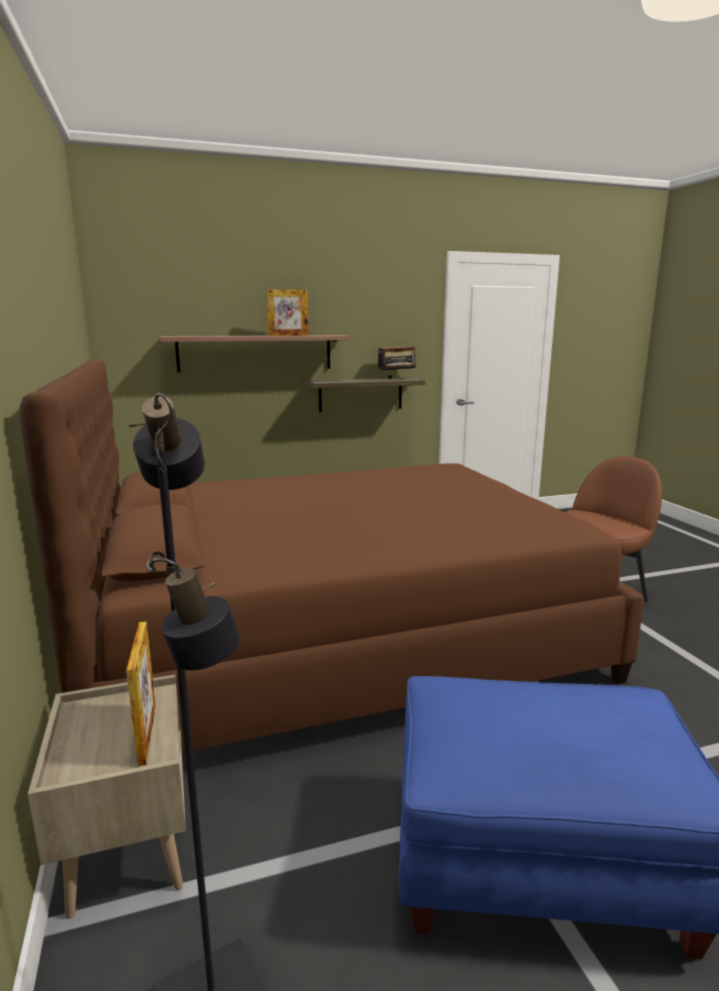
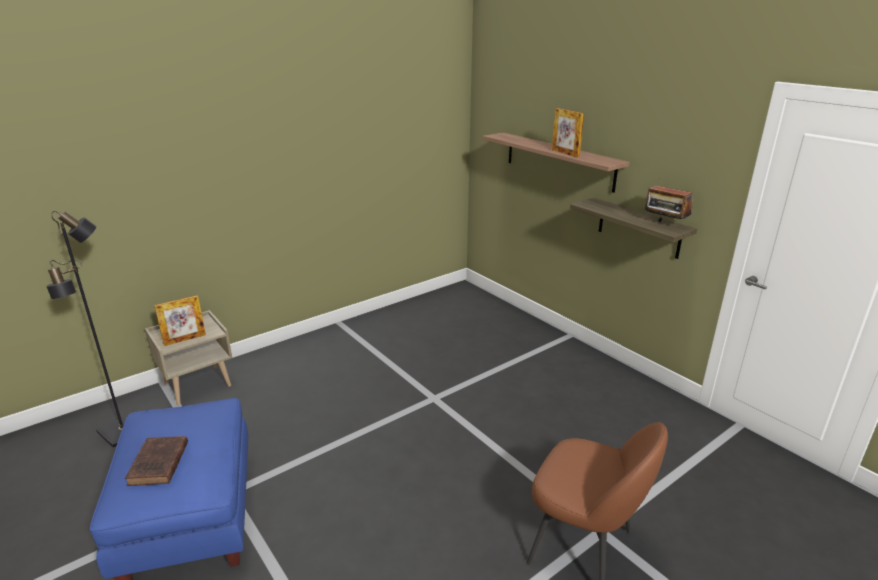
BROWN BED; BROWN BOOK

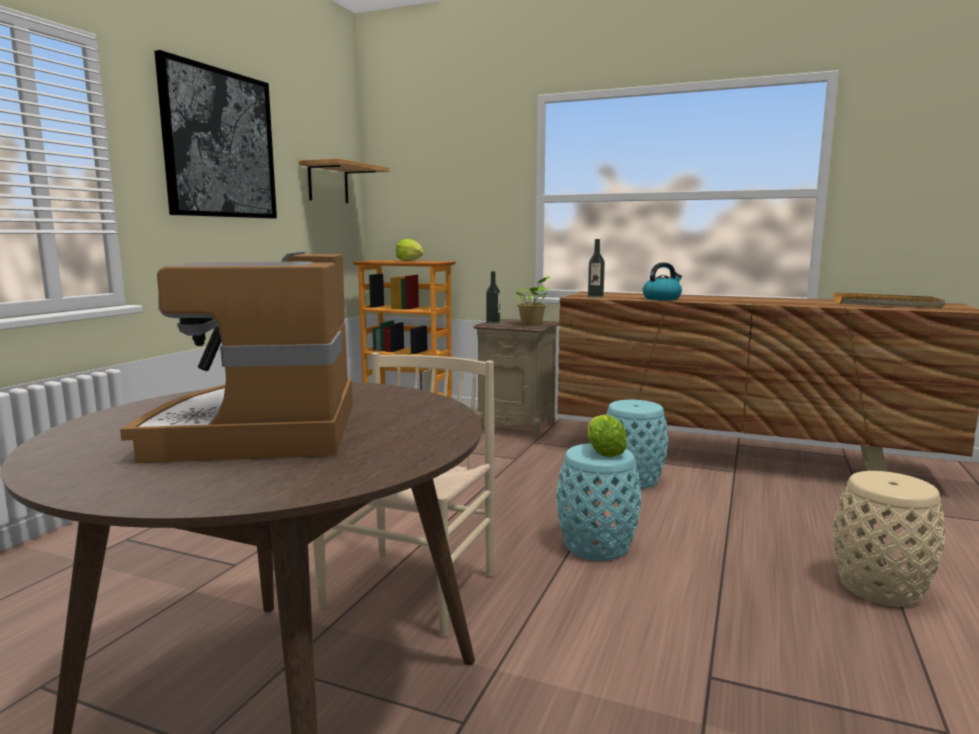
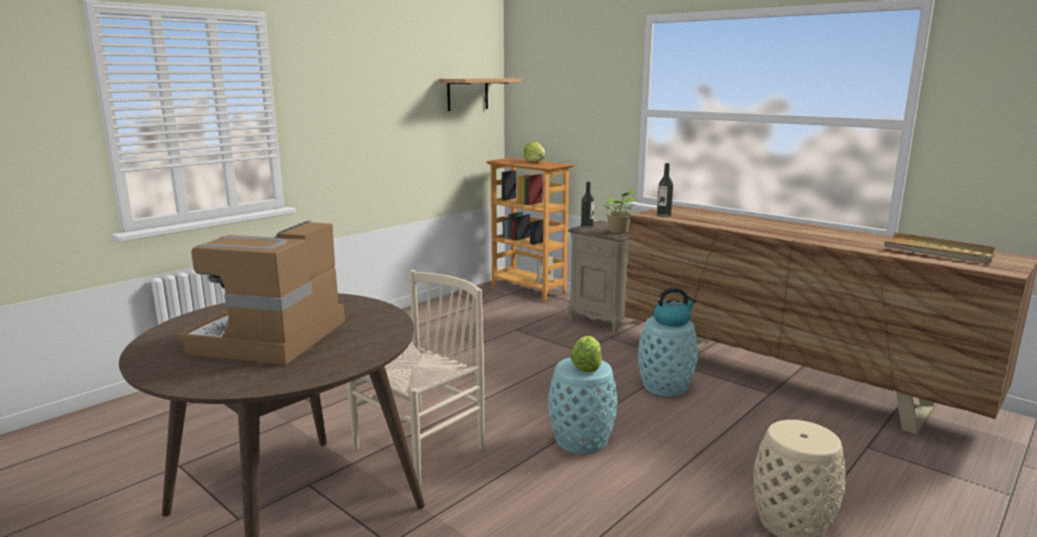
PICTURE; KETTLE

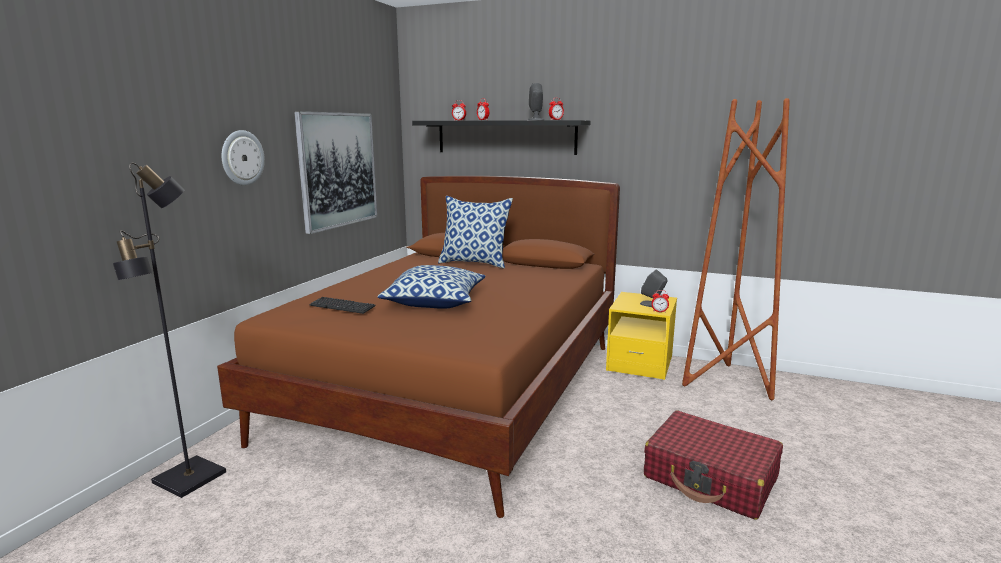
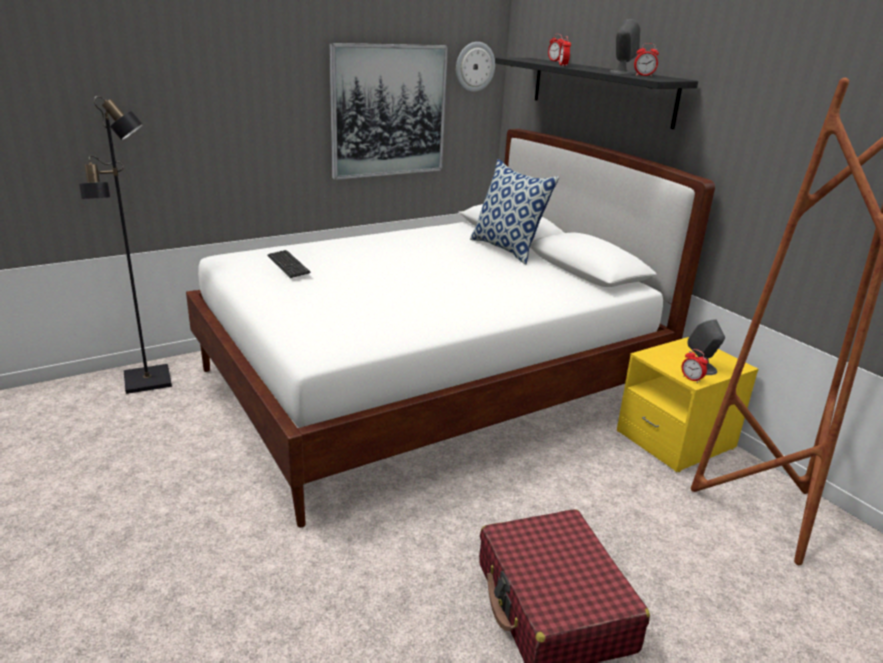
WALL CLOCK; WHITE BED; PILLOW (no. 1 from left in the first image)

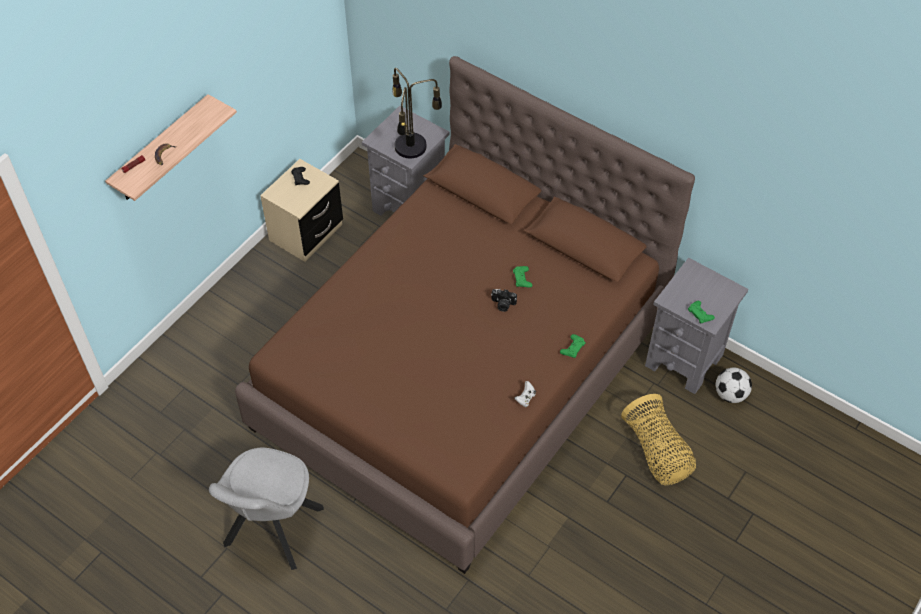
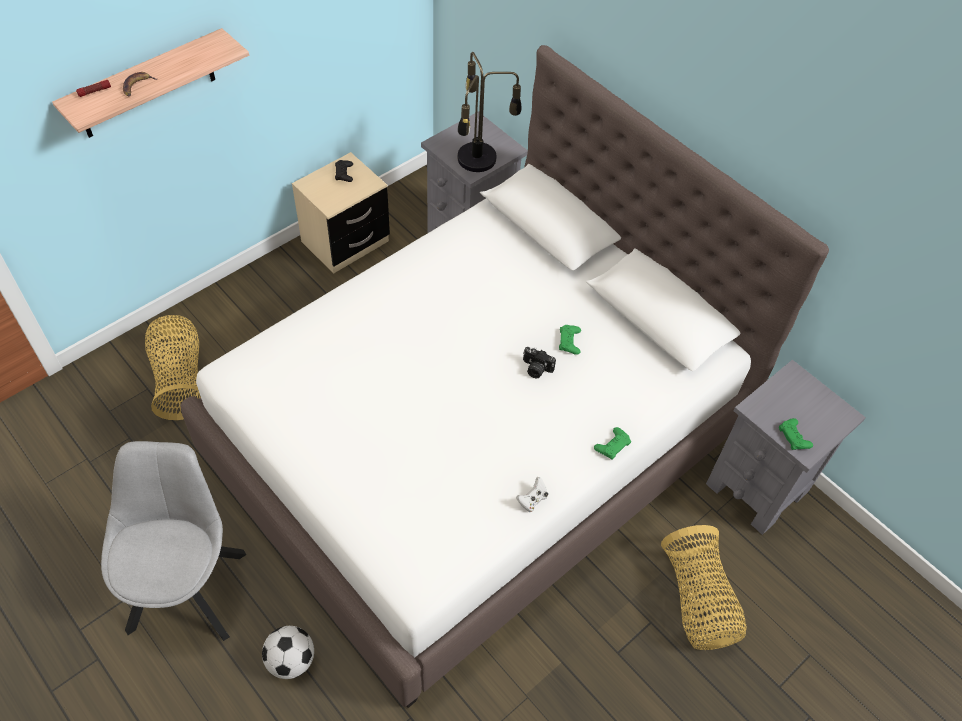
WHITE BED; FOOTBALL; GREY CHAIR; BASKET (no. 1 from left)

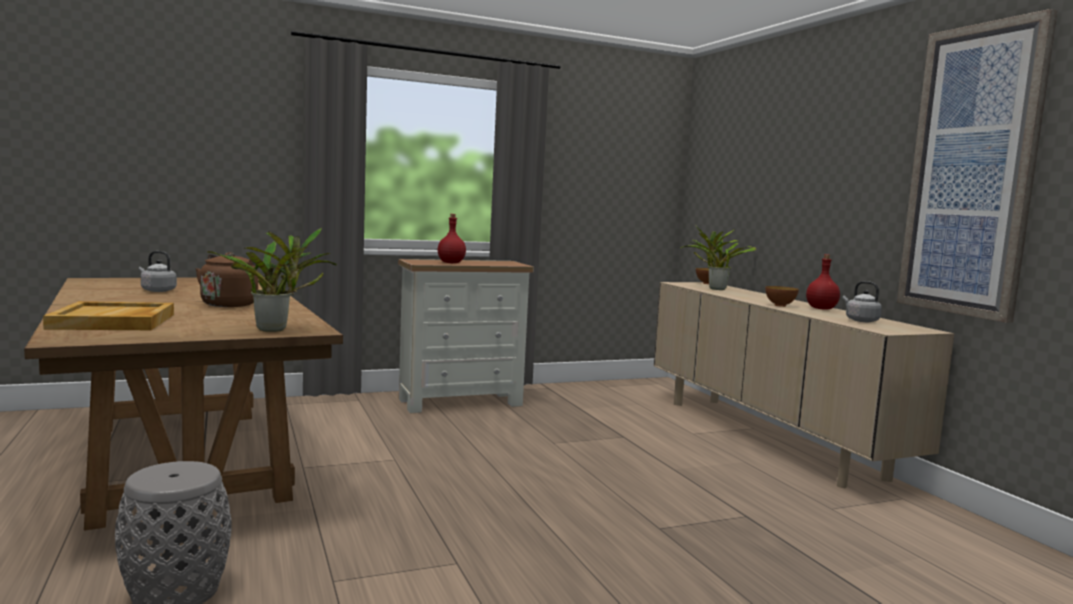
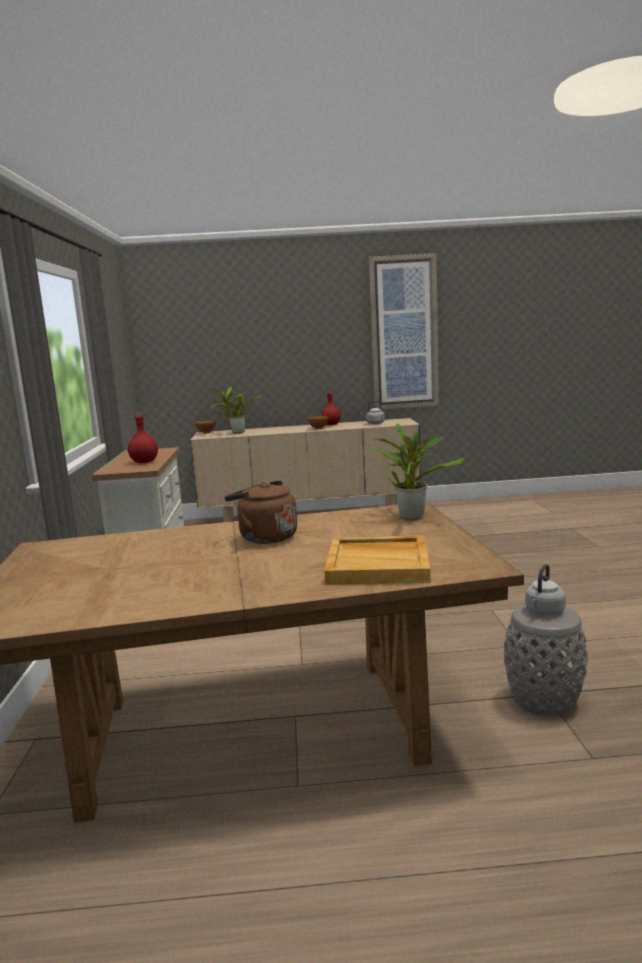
GREY KETTLE (no. 2 from left)

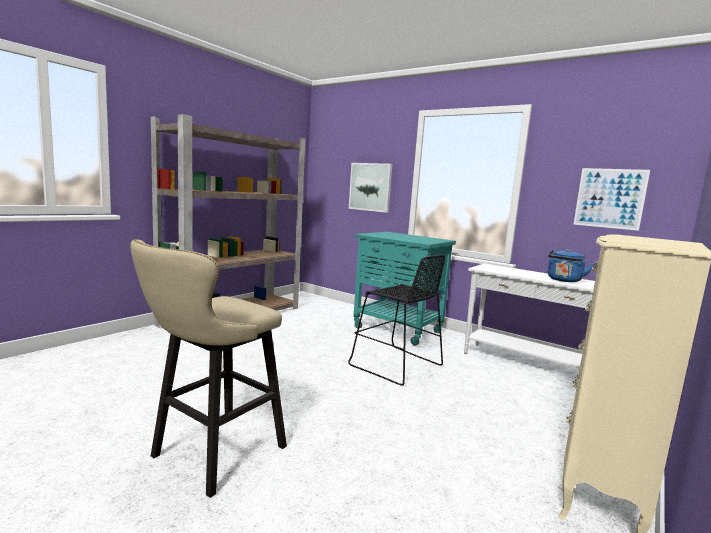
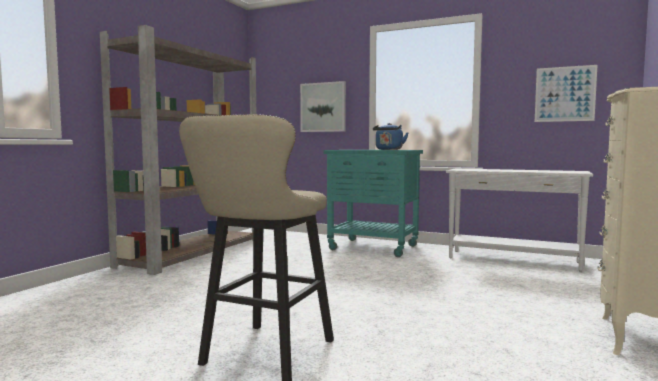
BLUE KETTLE; BLACK STOOL

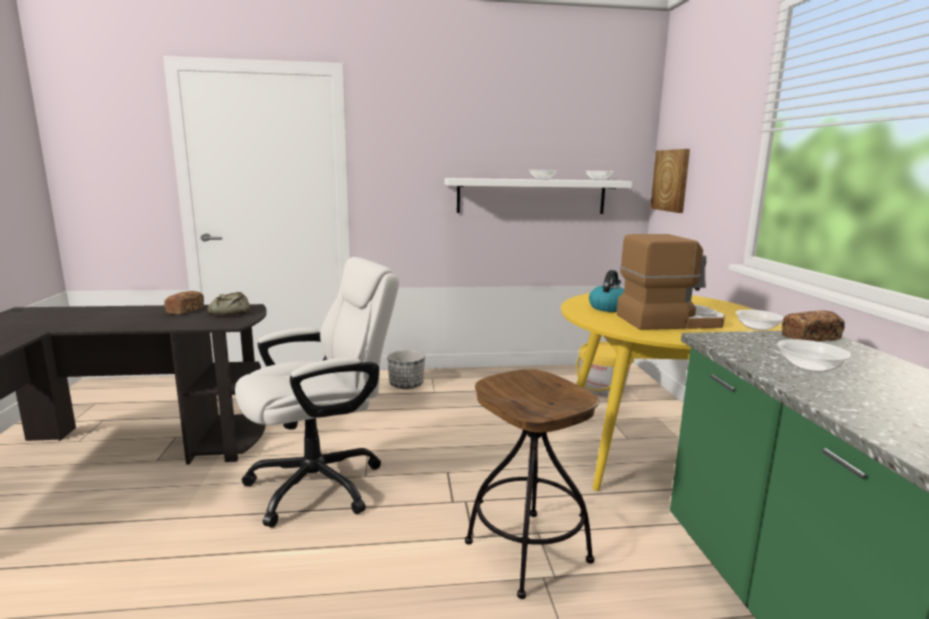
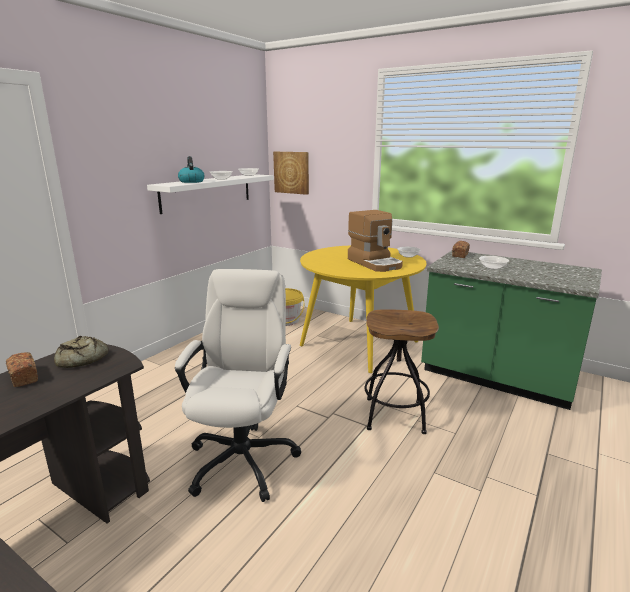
COFFEE MACHINE; KETTLE; PLANTER

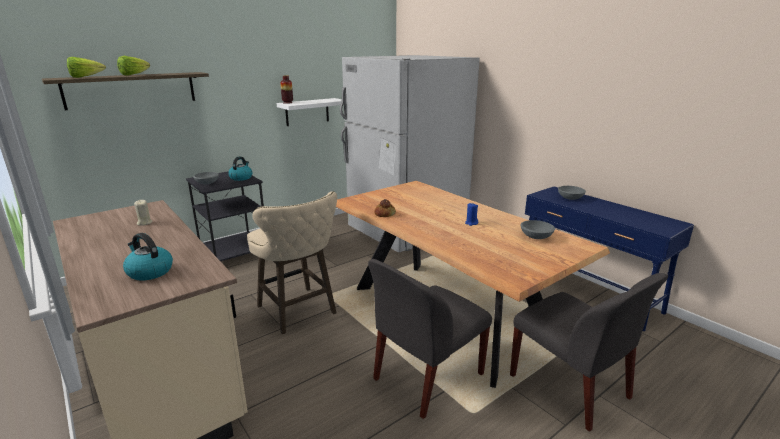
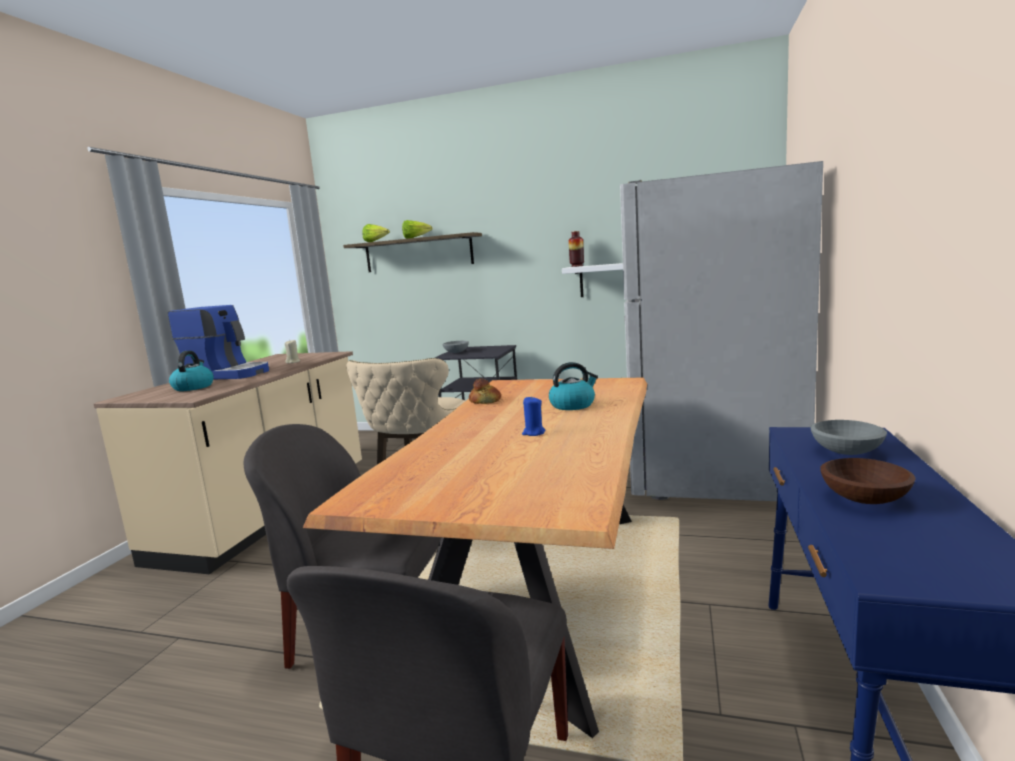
KETTLE (no. 2 from left); GREY BOWL (no. 2 from left in the first image); COFFEE MACHINE; BROWN BOWL

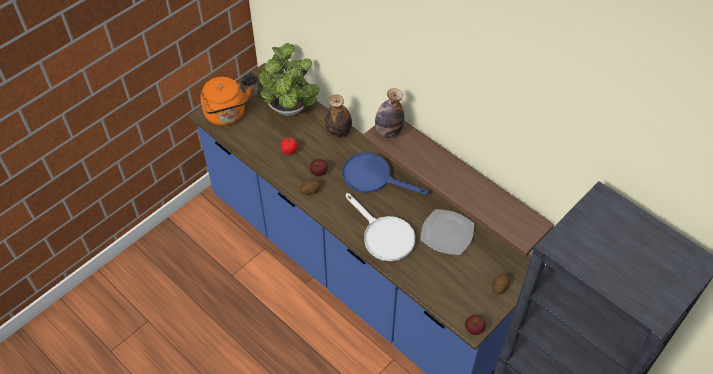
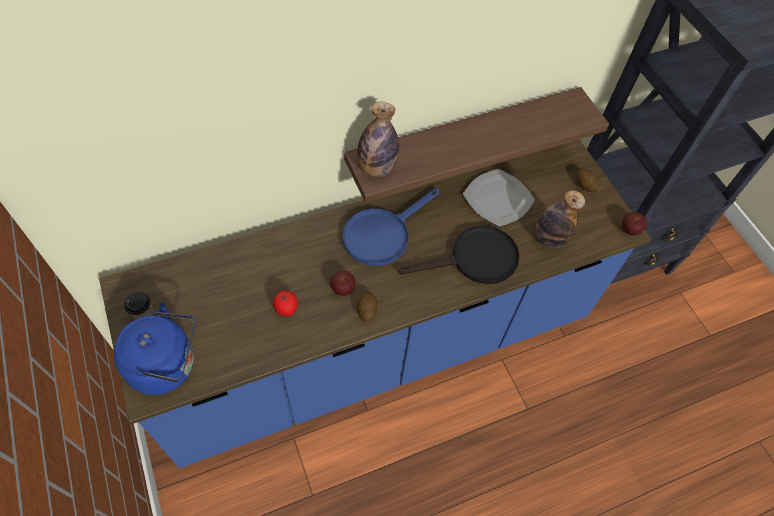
POTTED PLANT; BLUE KETTLE; BOTTLE (no. 2 from left); BLACK FRYING PAN

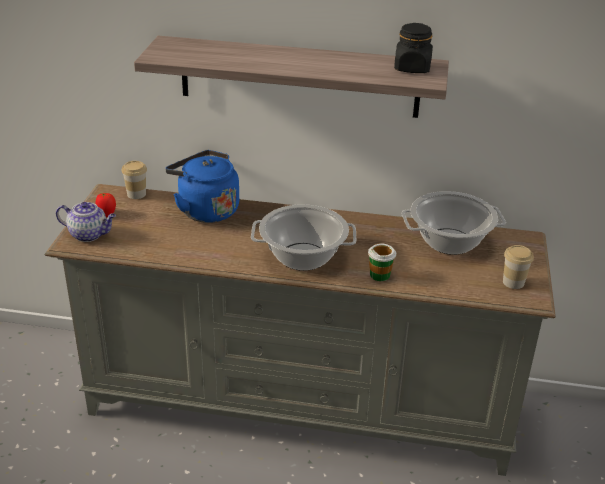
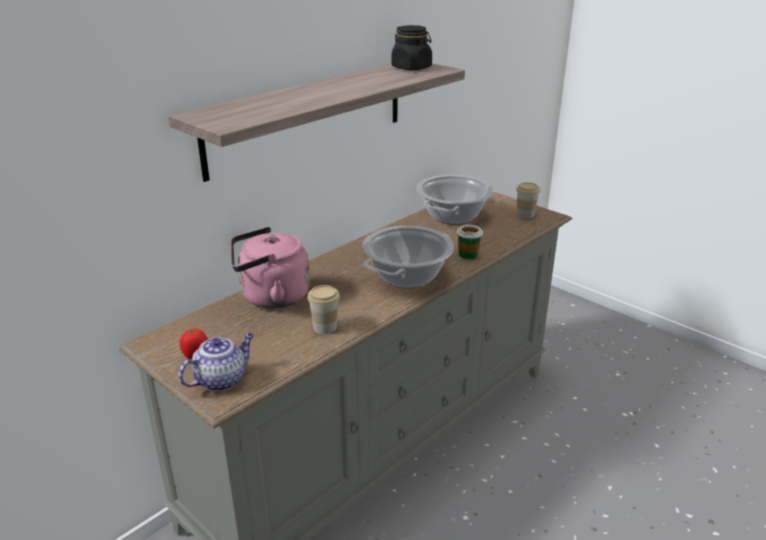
PINK KETTLE; CUP (no. 1 from left)

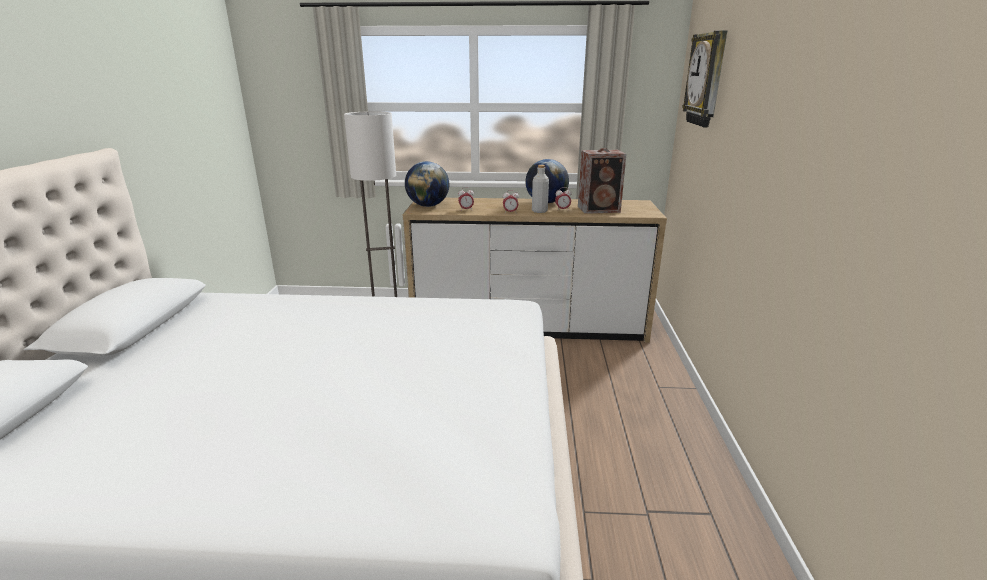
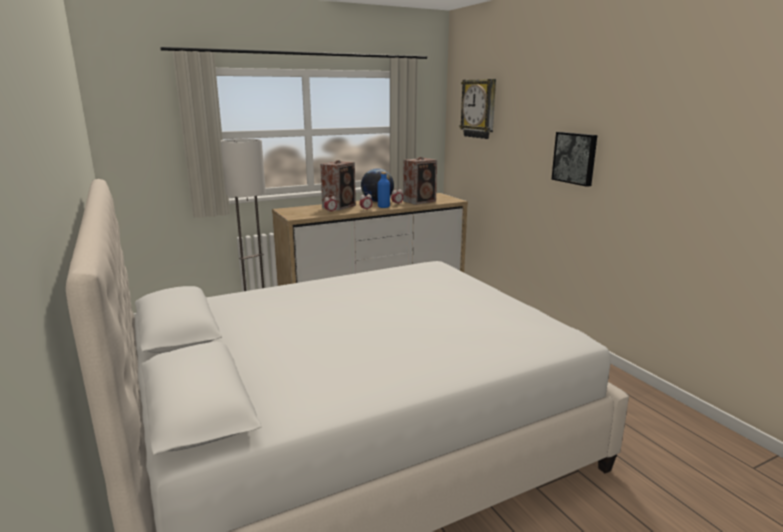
GLOBE (no. 1 from left in the first image); BLUE BOTTLE; PICTURE; SPEAKER (no. 1 from left)

